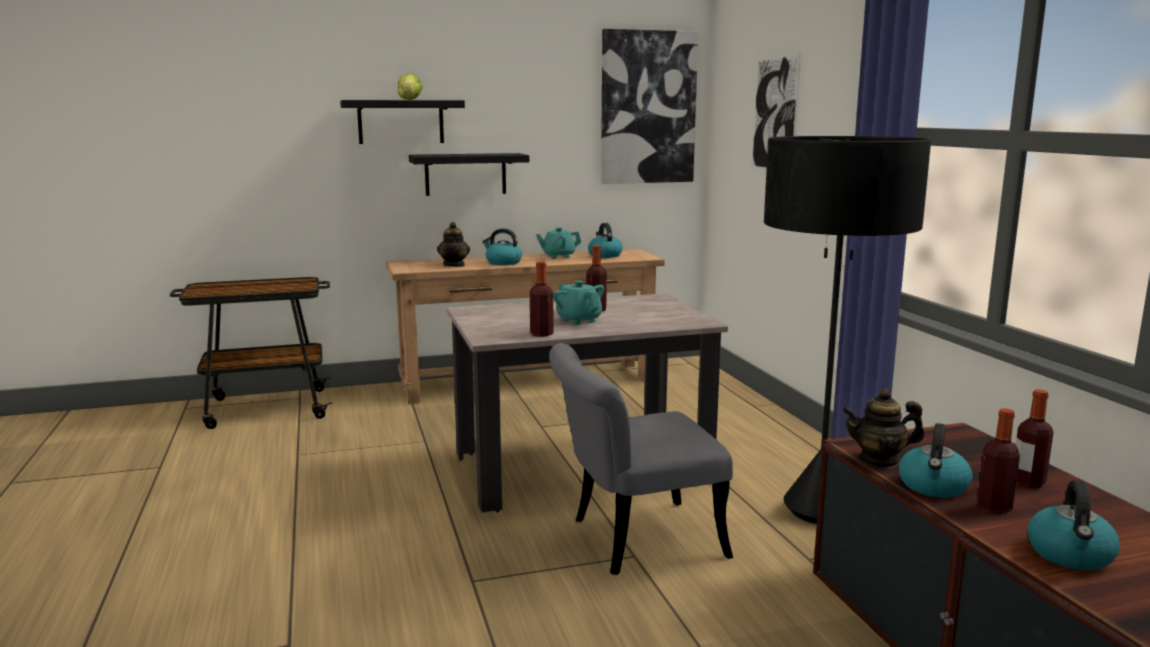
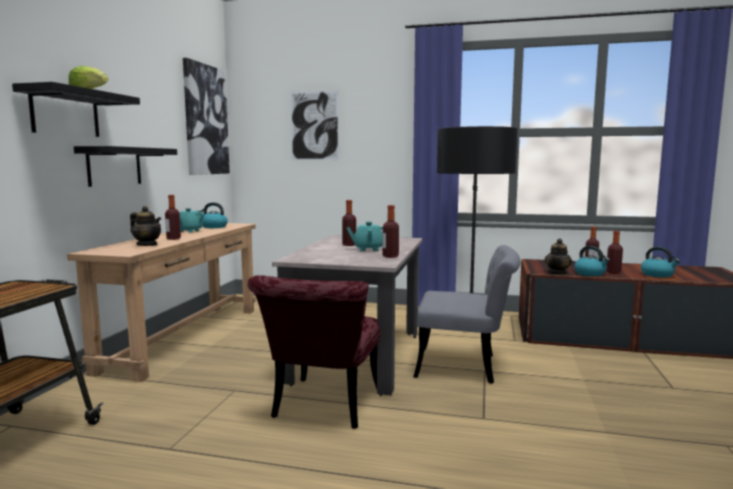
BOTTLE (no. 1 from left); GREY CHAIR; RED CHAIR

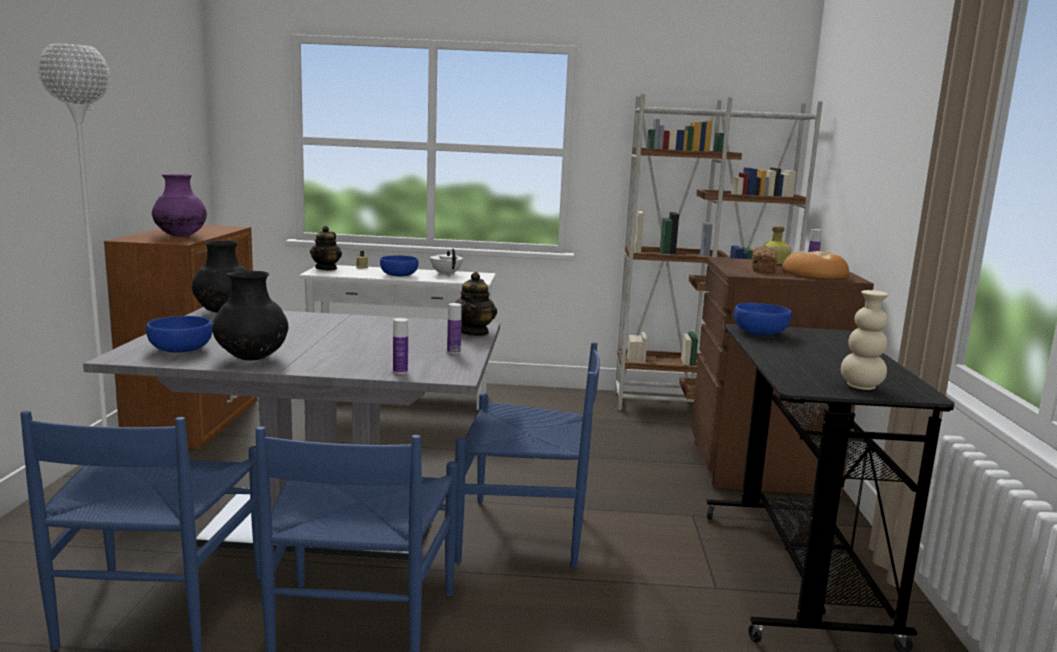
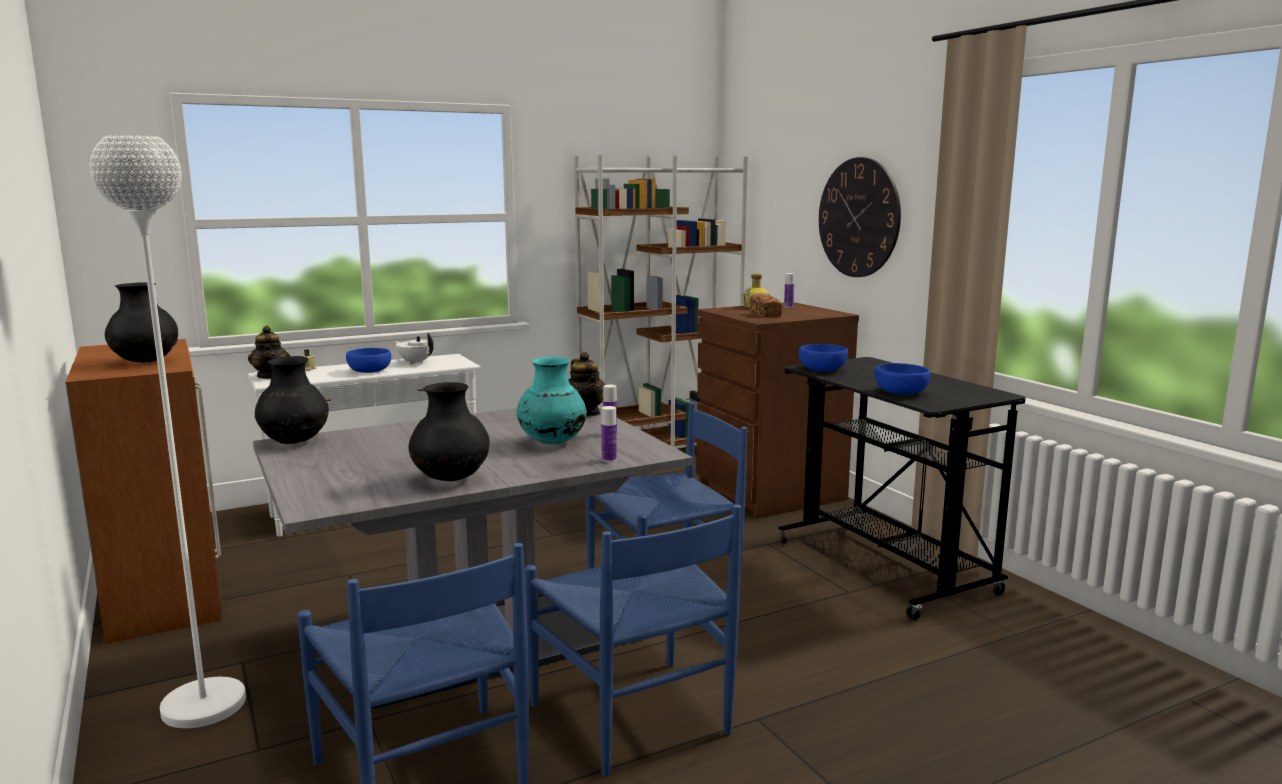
BLACK VASE (no. 1 from left); BREAD (no. 2 from left in the first image); BEIGE VASE; BLUE BOWL (no. 3 from left); WALL CLOCK; TURQUOISE VASE

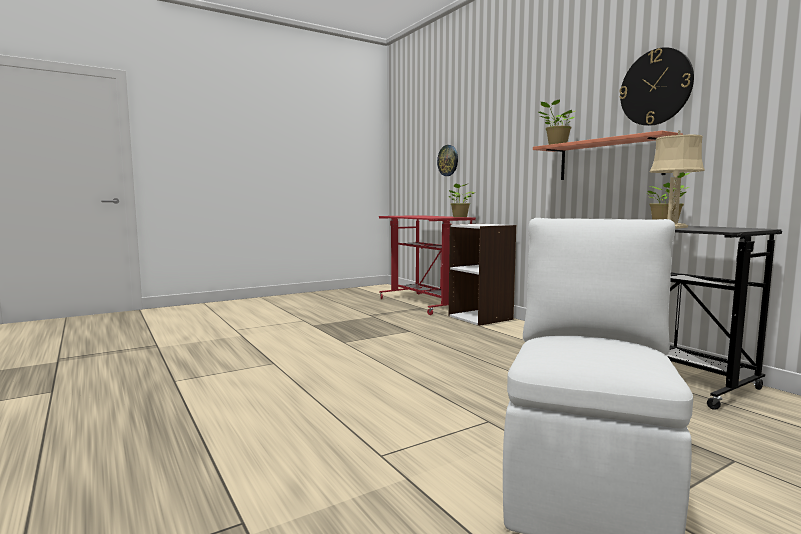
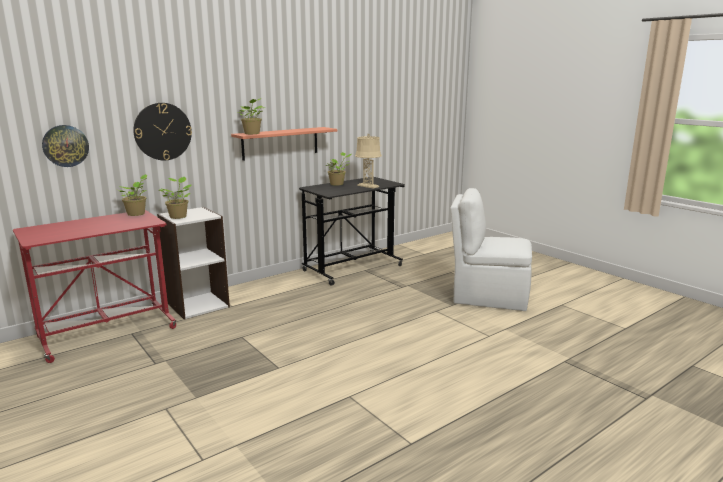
WALL CLOCK (no. 2 from left); POTTED PLANT (no. 2 from left)

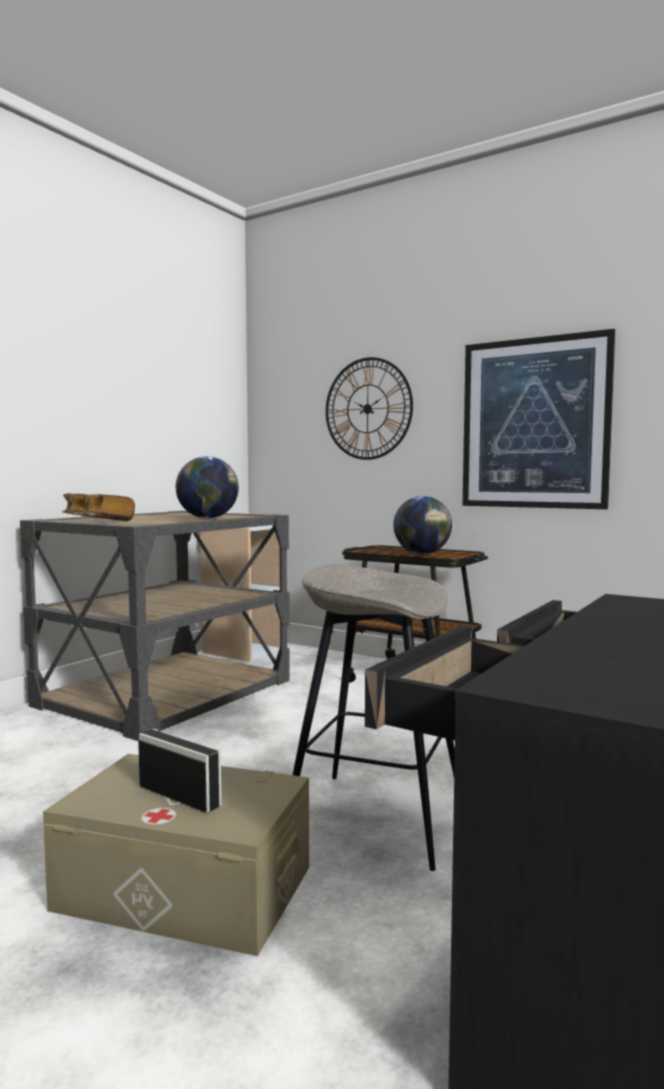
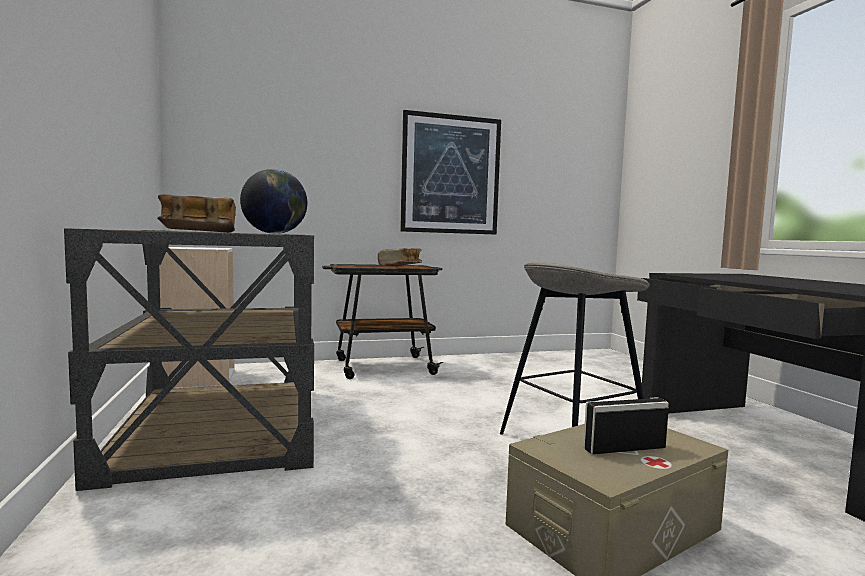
WALL CLOCK; BOOK (no. 2 from left)

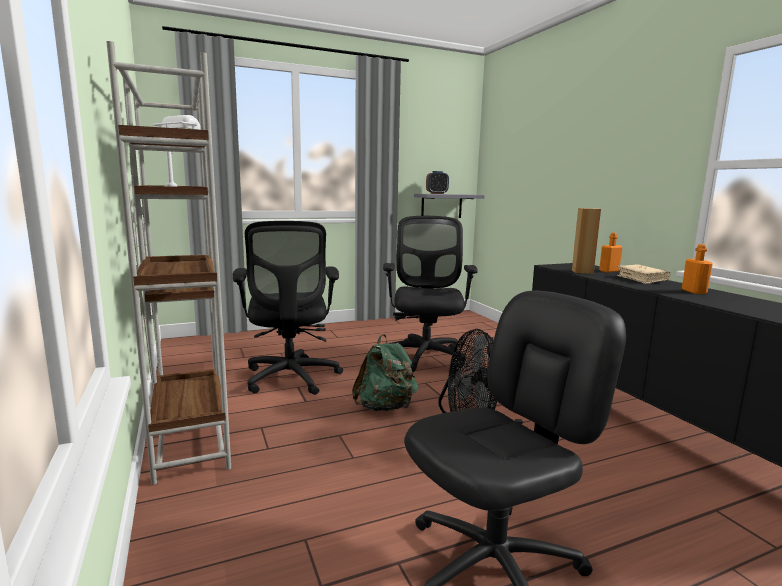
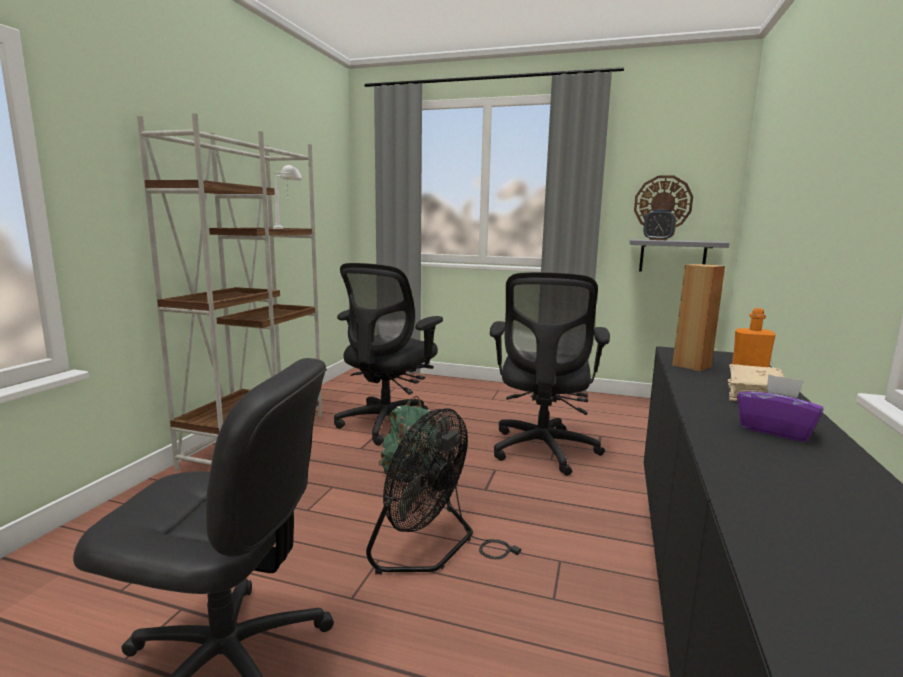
BLACK OFFICE CHAIR (no. 3 from left); PURPLE TISSUE BOX; WALL CLOCK

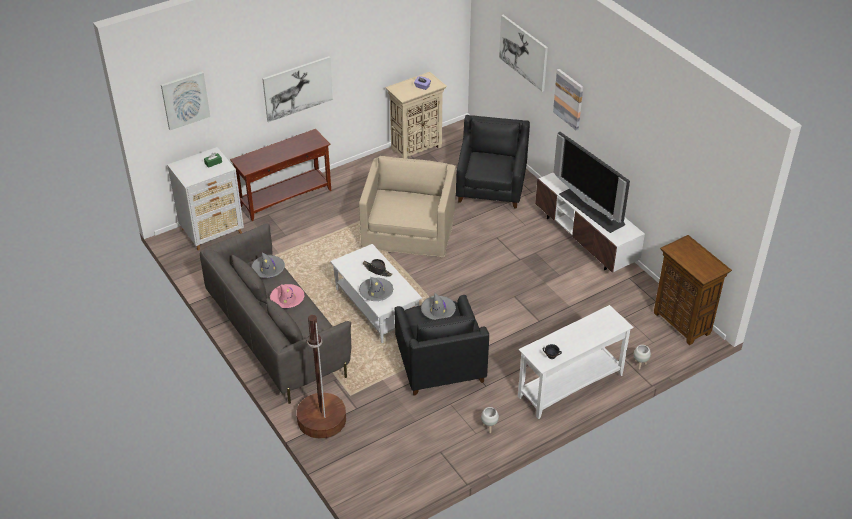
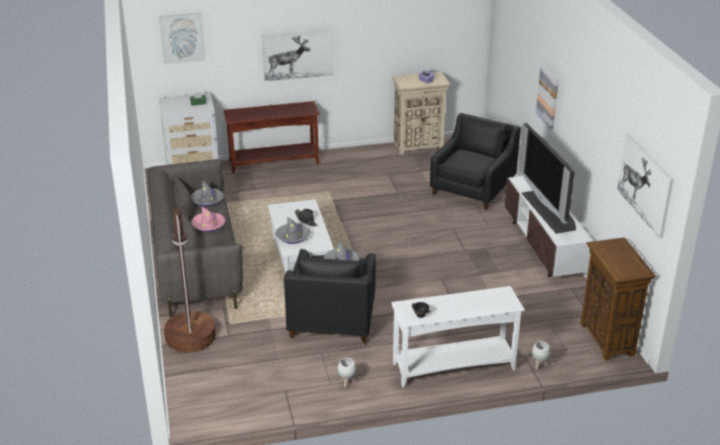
PICTURE (no. 4 from left); BEIGE ARMCHAIR

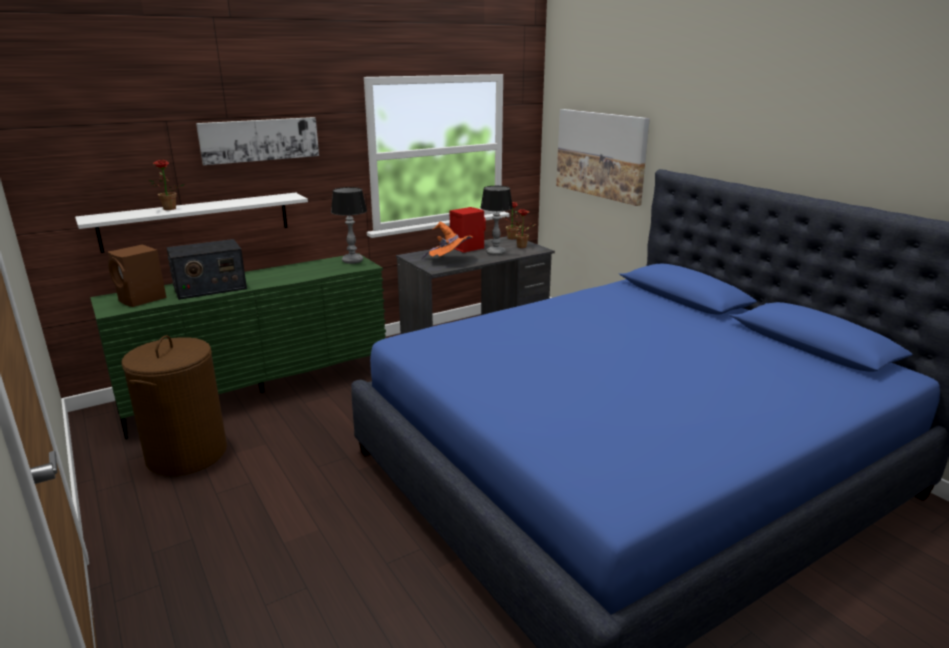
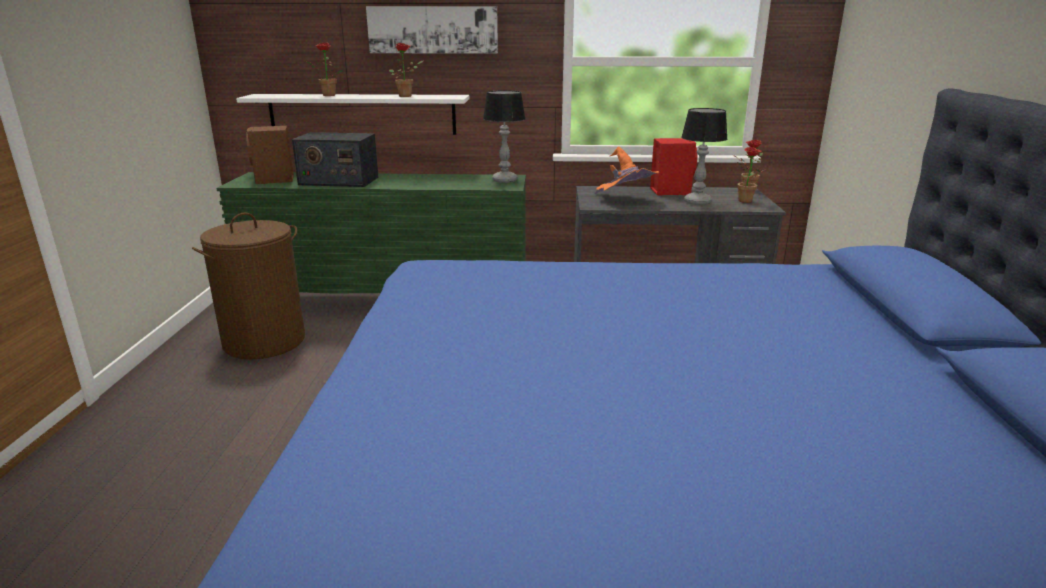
PICTURE (no. 2 from left in the first image); POTTED PLANT (no. 2 from left)

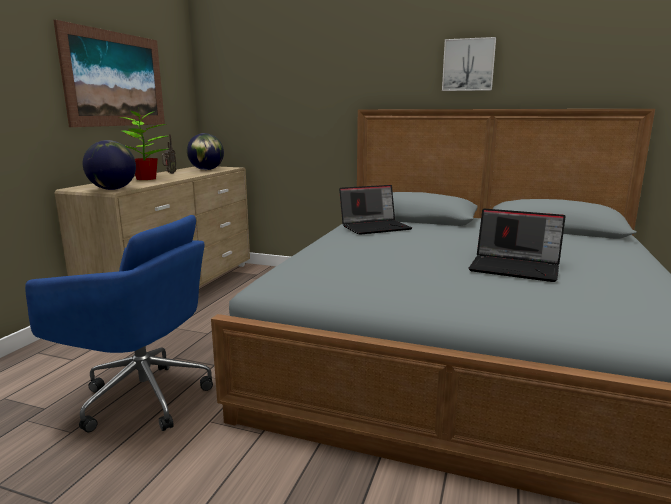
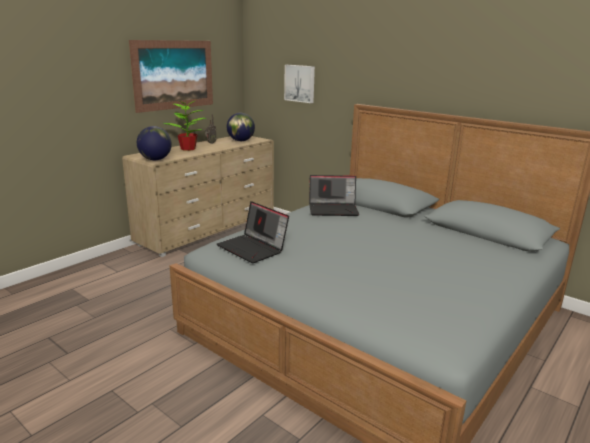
PICTURE (no. 2 from left); LAPTOP (no. 1 from left); BLUE OFFICE CHAIR

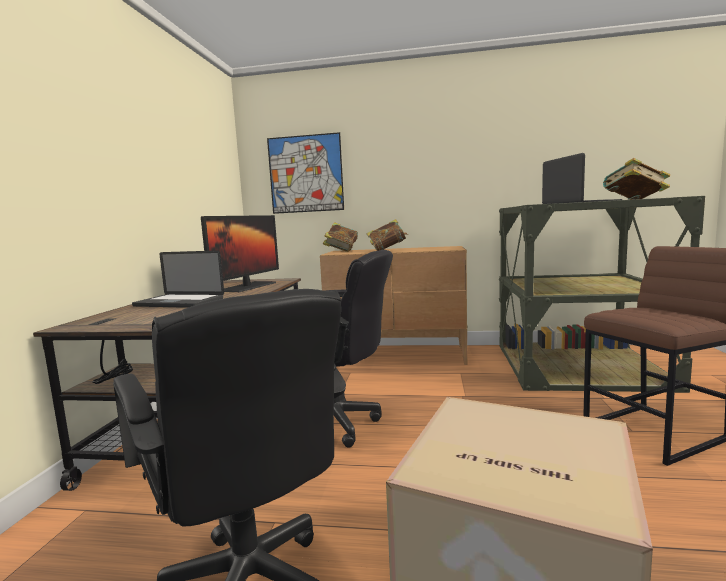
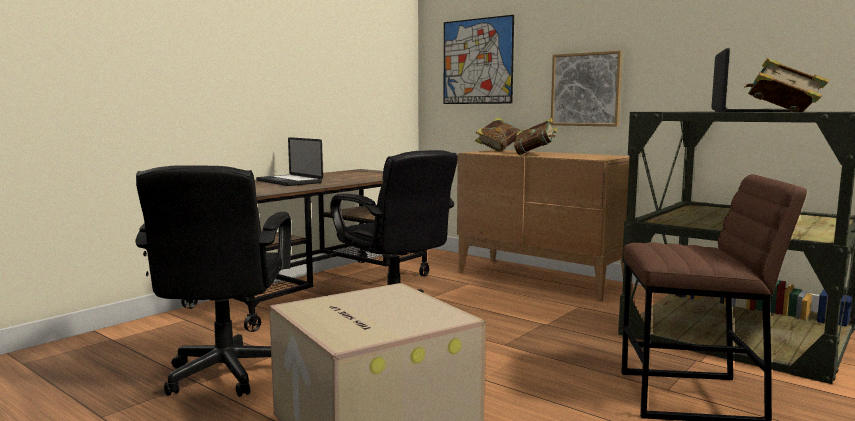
MONITOR; PICTURE (no. 2 from left)

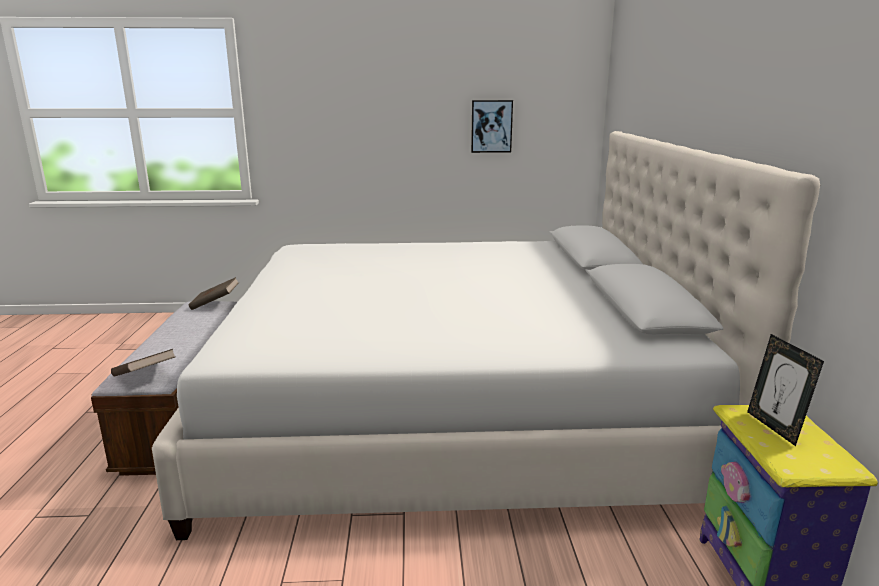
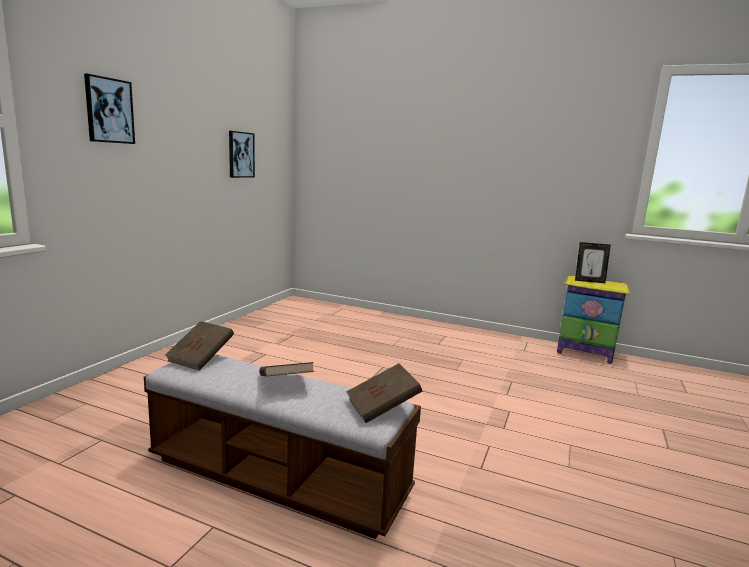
WHITE BED; PICTURE (no. 1 from left); BROWN BOOK (no. 2 from left)

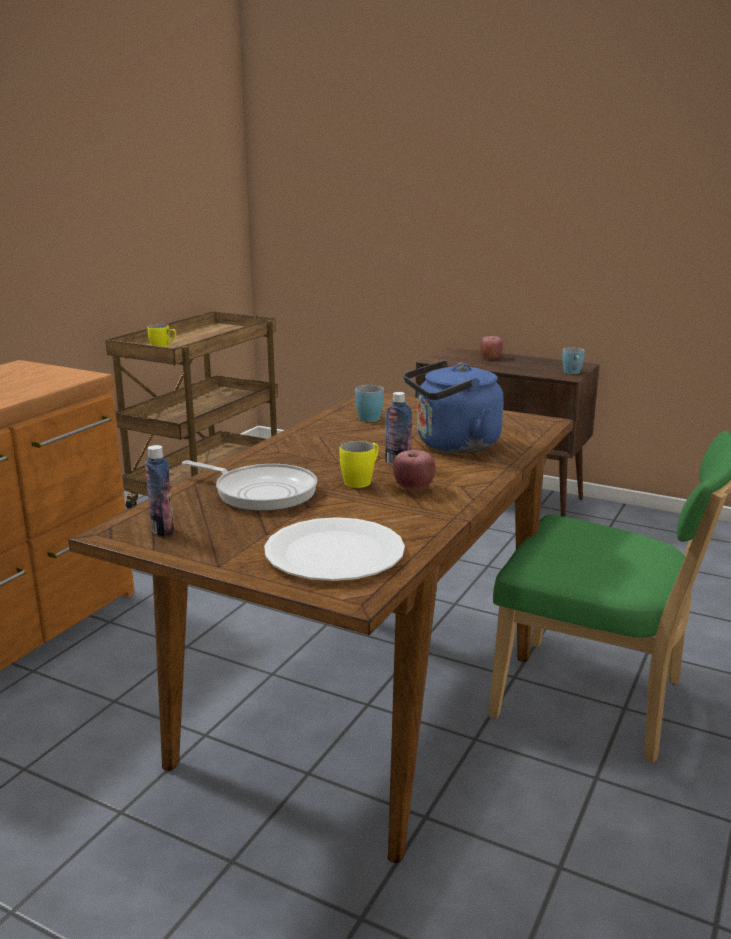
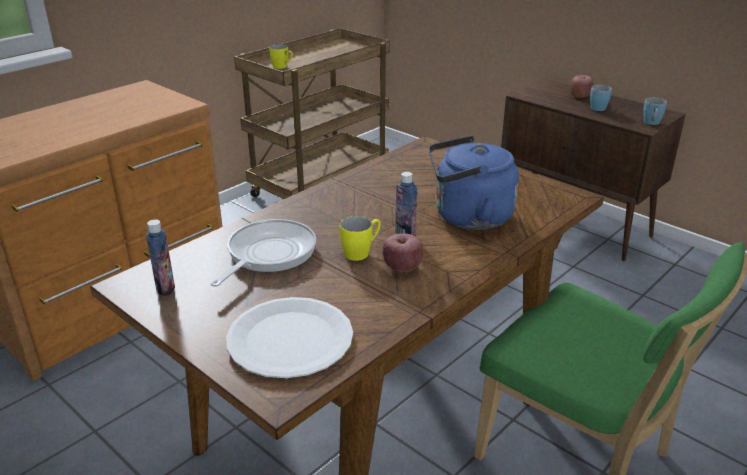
BLUE MUG (no. 1 from left); FRYING PAN

